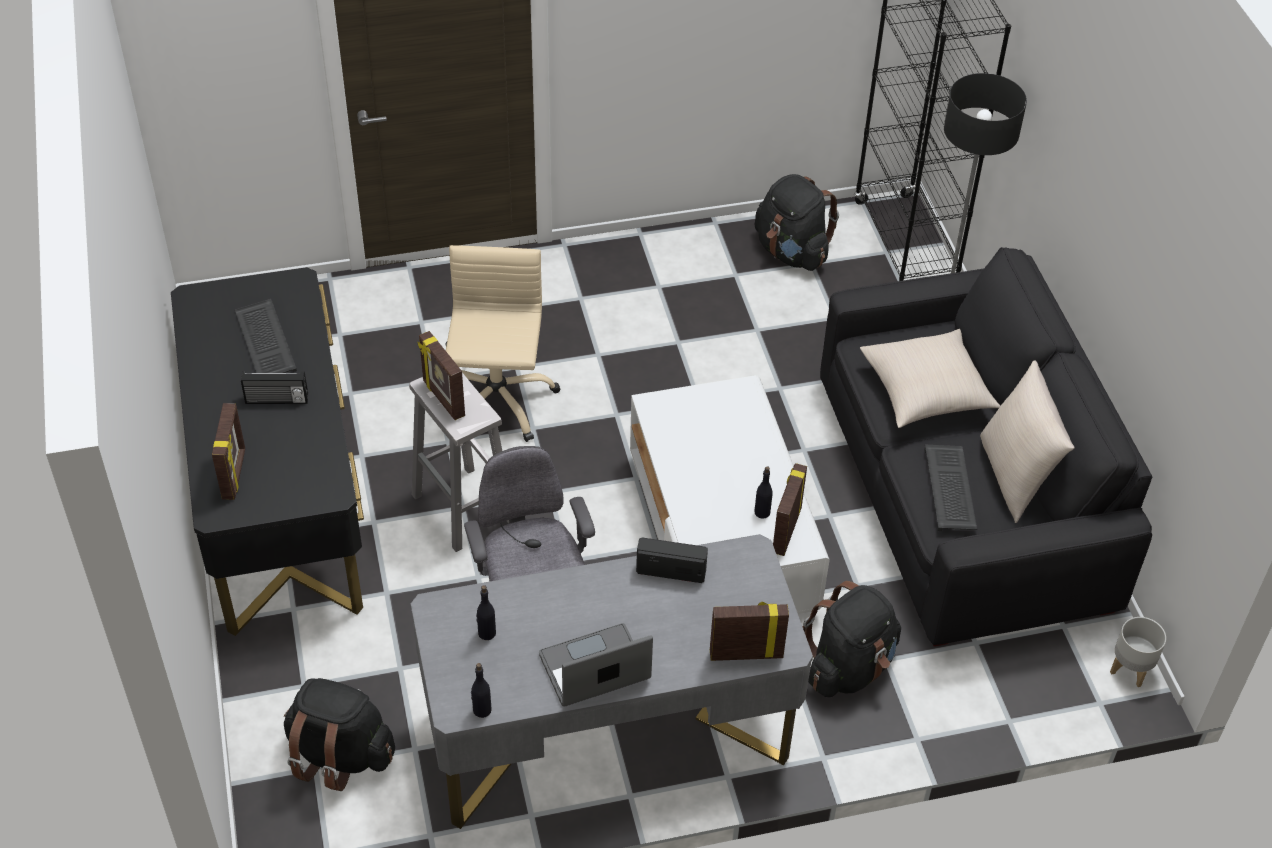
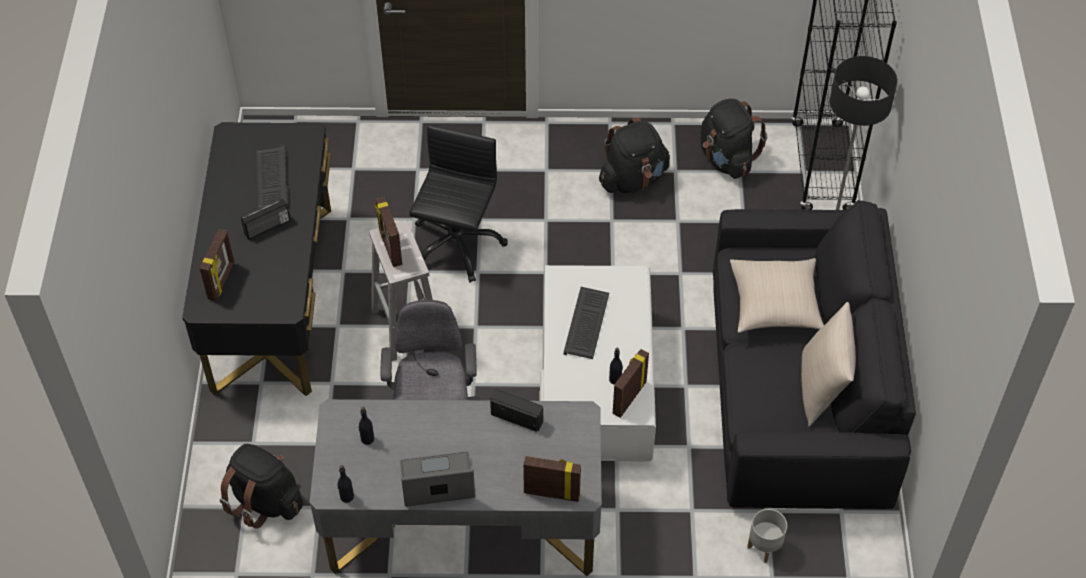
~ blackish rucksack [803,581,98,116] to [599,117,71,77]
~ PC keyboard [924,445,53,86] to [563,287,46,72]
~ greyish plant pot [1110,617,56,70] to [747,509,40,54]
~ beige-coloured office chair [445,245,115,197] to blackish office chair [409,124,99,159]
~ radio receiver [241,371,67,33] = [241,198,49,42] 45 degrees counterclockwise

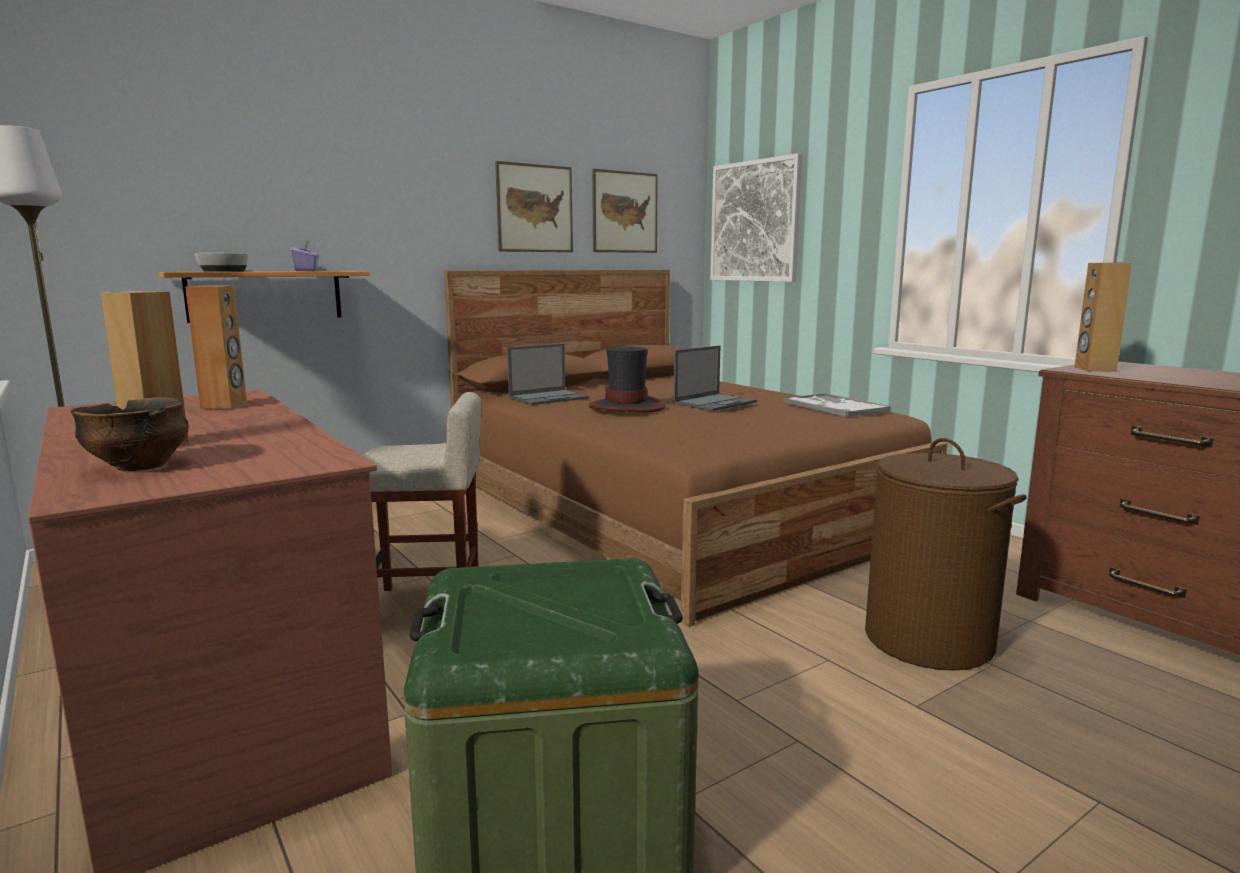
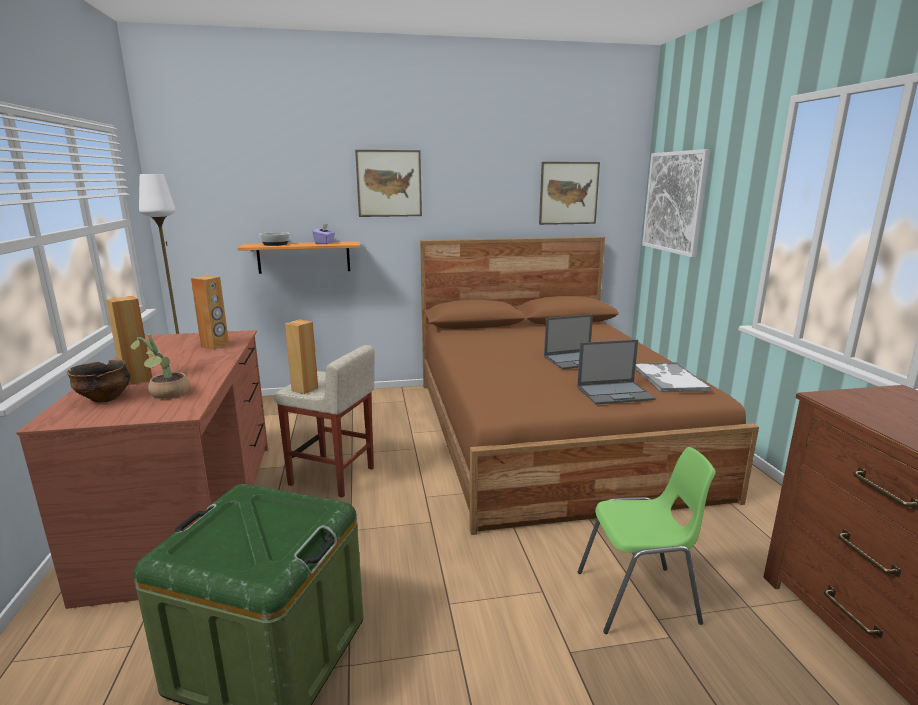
- clothing hat [589,346,76,66]
+ plant in a pot [131,334,59,65]
~ picture [495,161,78,91] to [355,150,67,67]
~ portable computer [507,344,82,61] to [577,339,79,65]
~ brown-coloured audio speaker [1074,263,58,109] to [285,320,33,74]
~ brown-coloured hamper [865,438,161,233] to green upright chair [578,447,138,187]

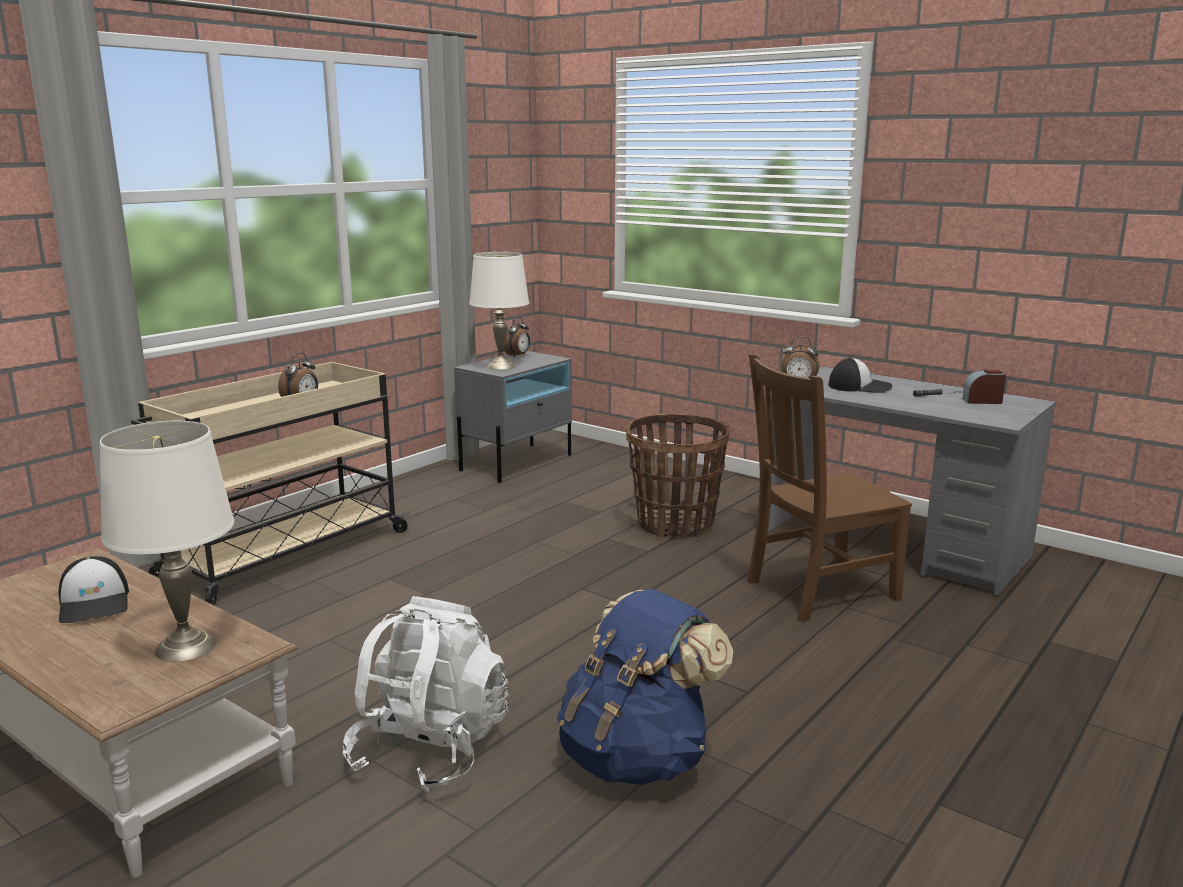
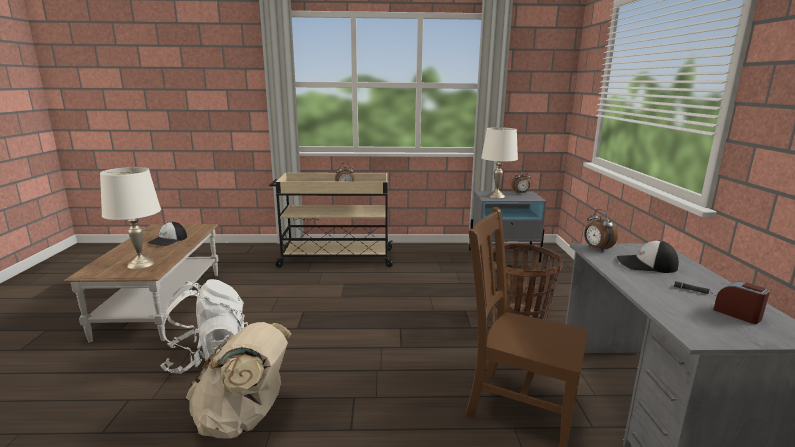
~ blue rucksack [557,589,176,196] to beige-coloured rucksack [186,322,105,117]
~ baseball cap [828,358,64,35] = [617,240,62,33] 135 degrees clockwise

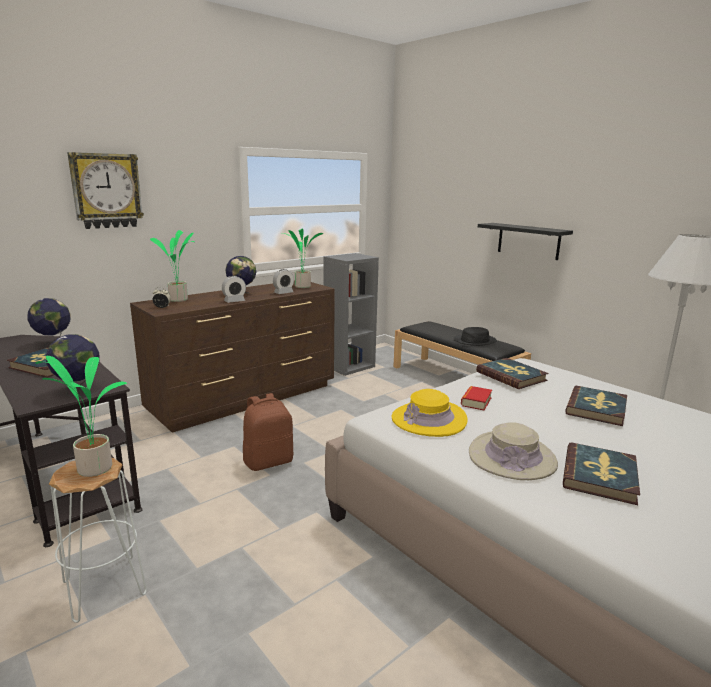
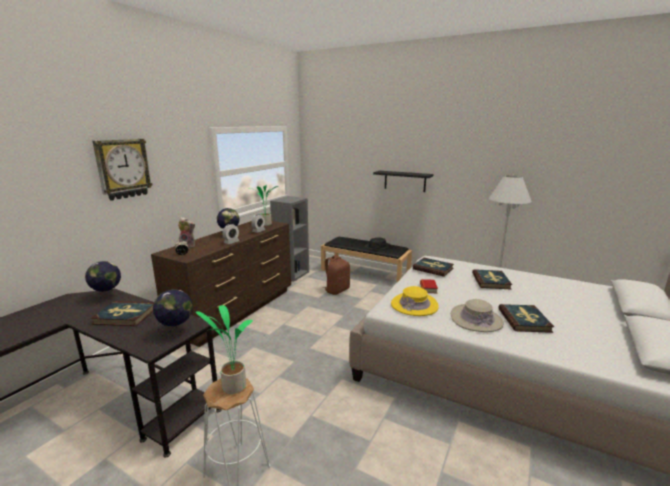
~ brown-coloured rucksack [243,393,50,78] to [322,255,28,40]
~ plant in a pot [150,230,45,72] to cuddly toy [178,217,17,32]

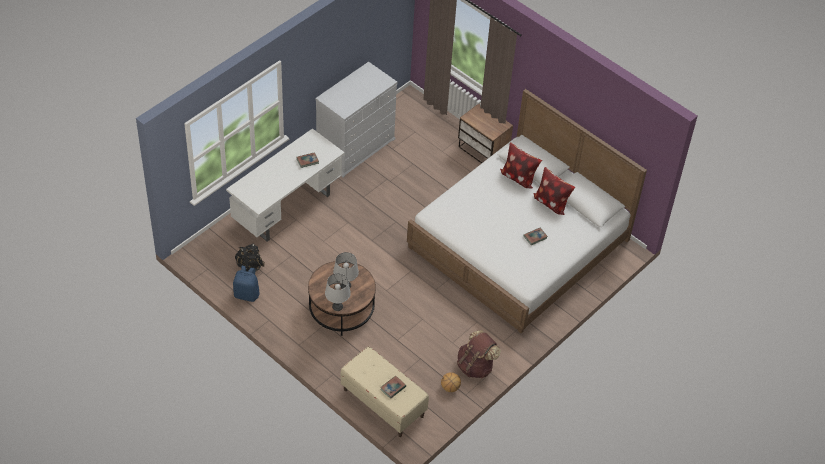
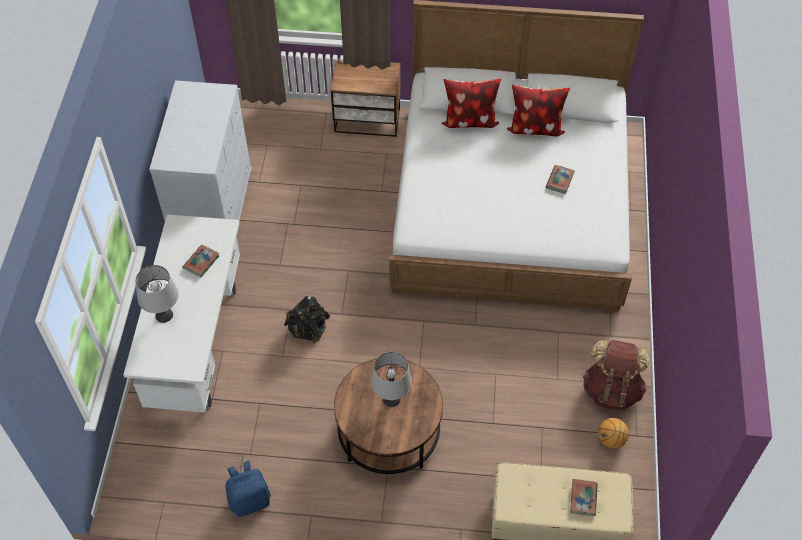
~ blackish rucksack [235,244,30,28] to [284,296,46,47]
~ greyish table lamp [325,273,26,38] to [135,265,44,58]

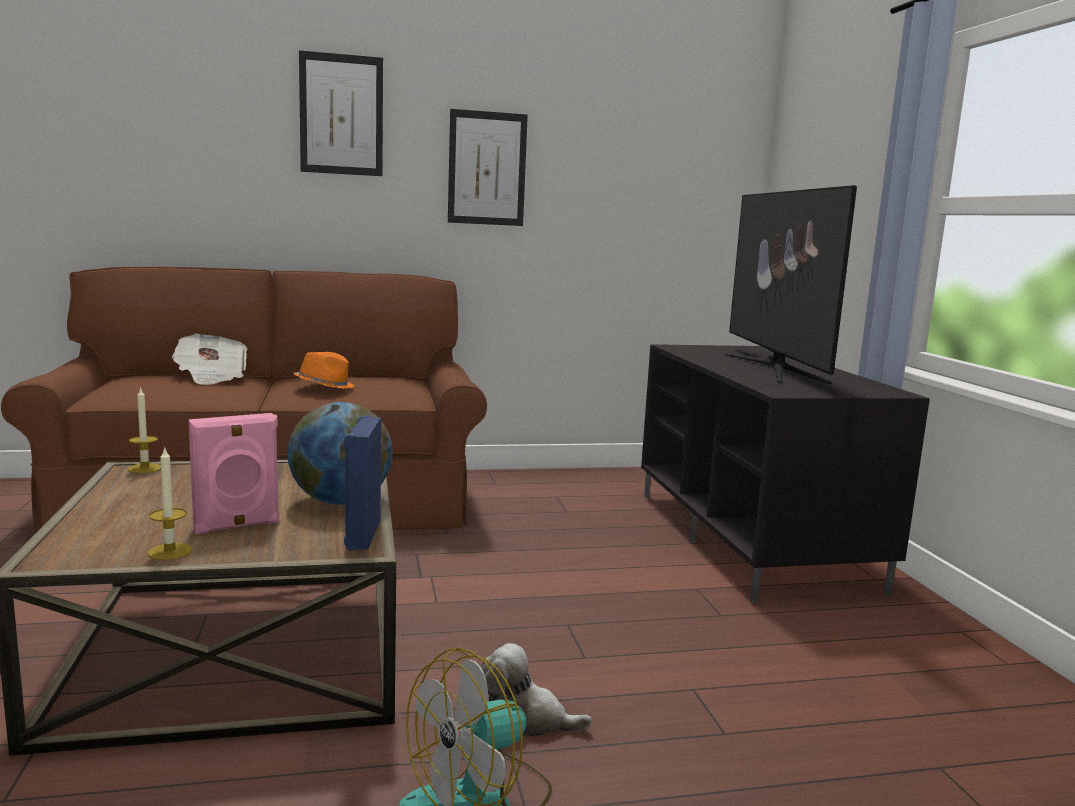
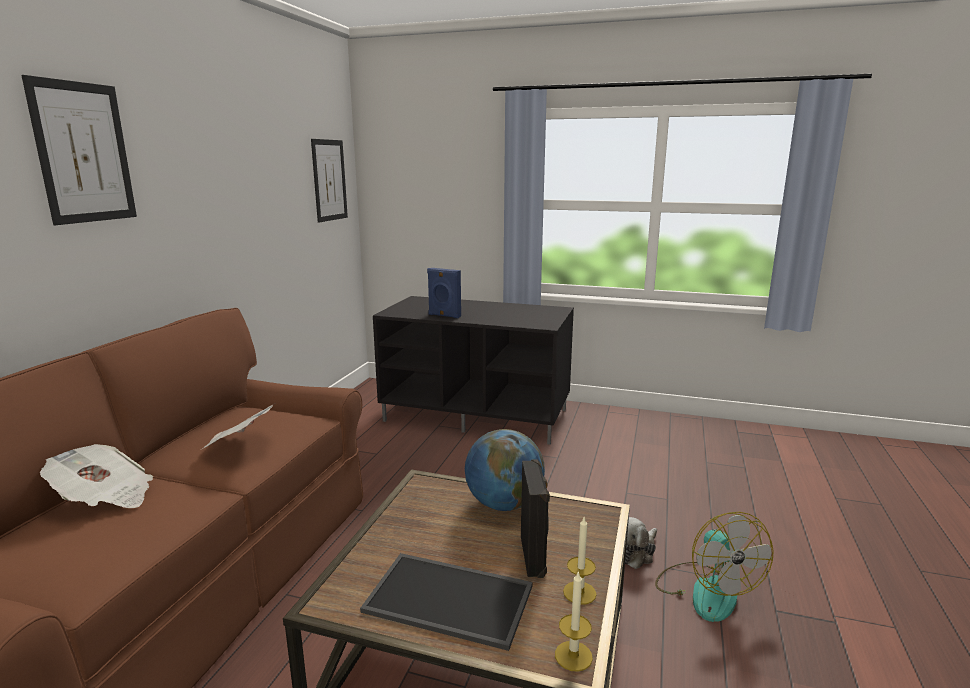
- TV set [725,185,132,199]
+ serving tray [360,553,173,98]
~ wax light [128,387,33,86] to [555,570,38,102]
~ blue audio speaker [344,415,37,135] to [427,268,34,50]
~ picture [448,109,80,117] to [311,139,37,84]
~ orange clothing hat [294,352,61,37] to daily paper [202,405,71,44]
~ pink audio speaker [188,413,92,122] to blackish audio speaker [521,459,29,119]

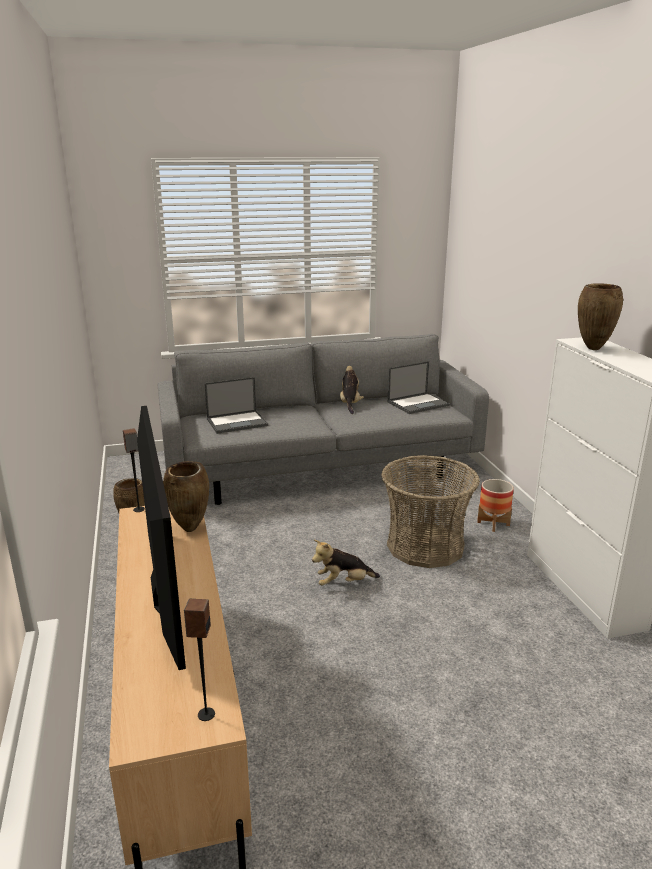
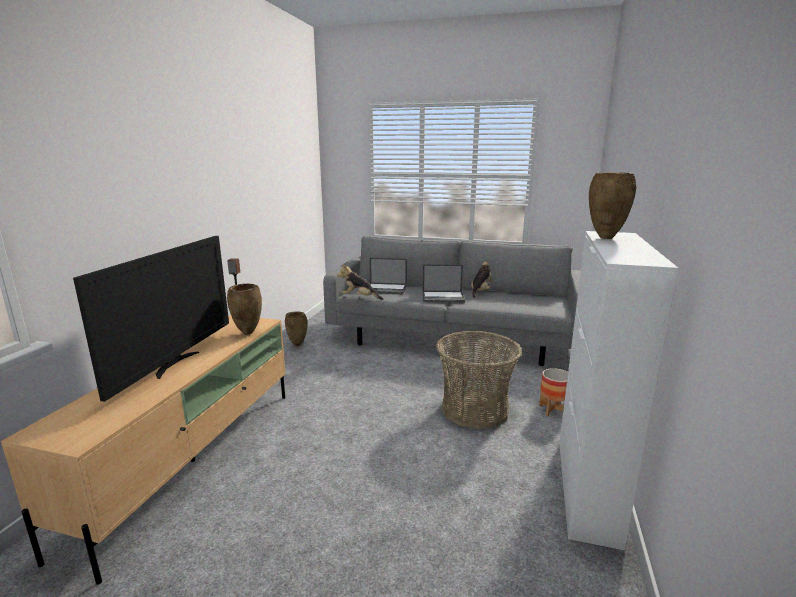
- audio speaker [184,599,31,122]
~ cuddly toy [312,540,68,46] to [337,264,46,36]
~ portable computer [388,361,62,53] to [422,264,43,39]

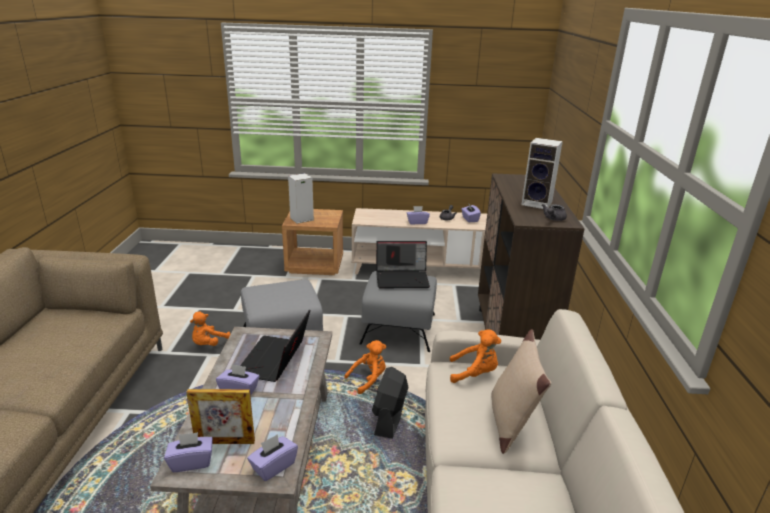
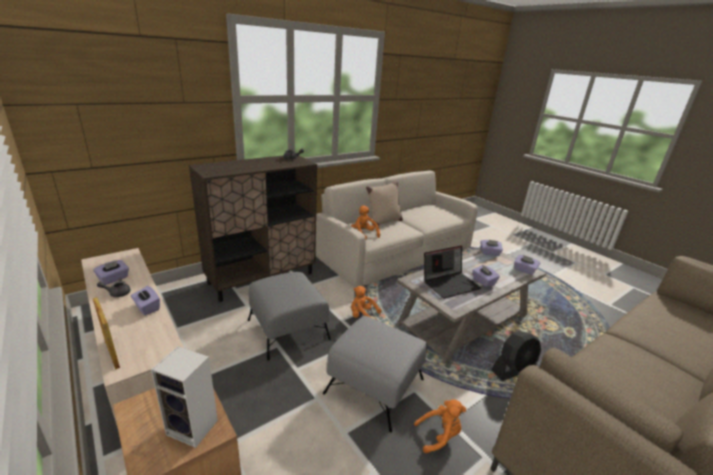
- portable computer [376,241,54,47]
- audio speaker [521,138,42,71]
~ picture frame [186,389,69,55] to [93,297,27,73]
~ blackish fan [372,367,36,72] to [491,331,50,50]

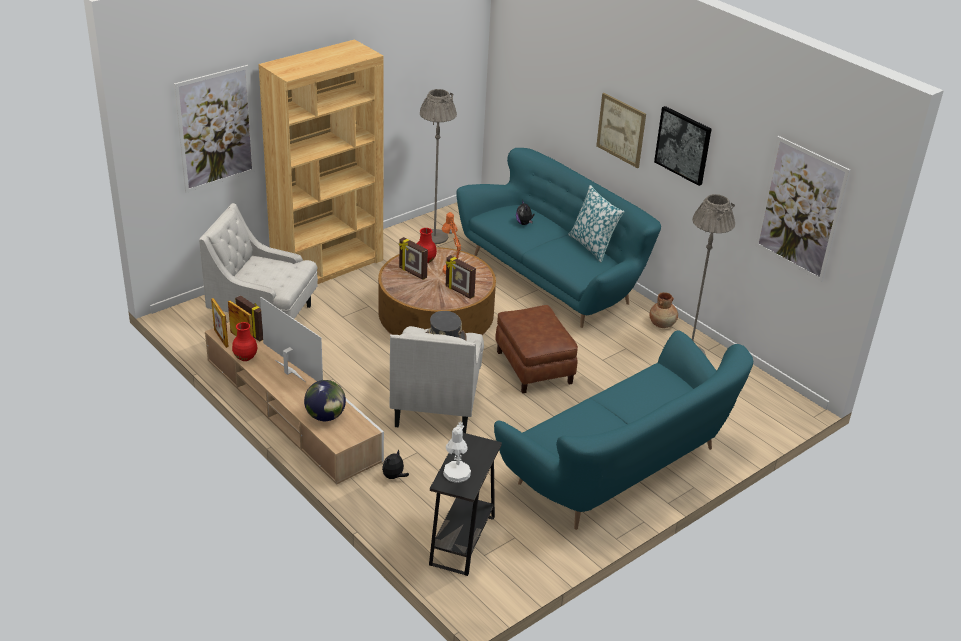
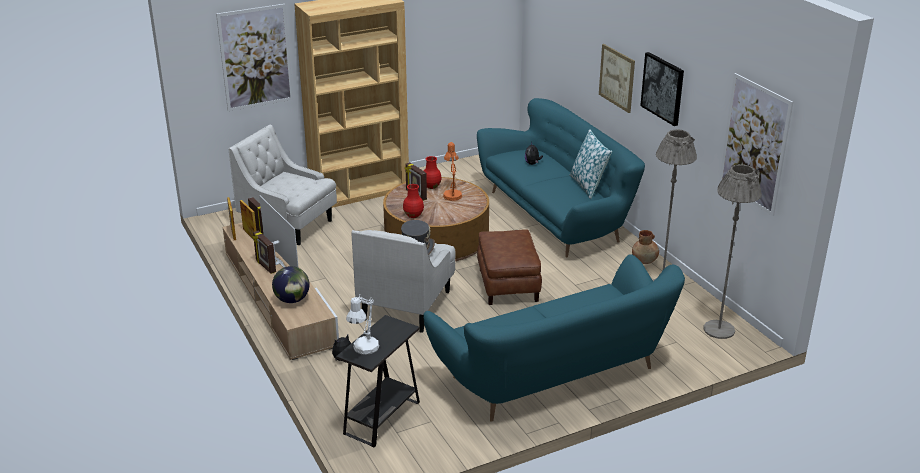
~ red-coloured flower vase [232,322,25,39] to [403,184,21,34]
~ greyish standard lamp [420,89,37,155] to [703,164,59,175]
~ picture frame [446,255,30,44] to [252,231,24,43]

